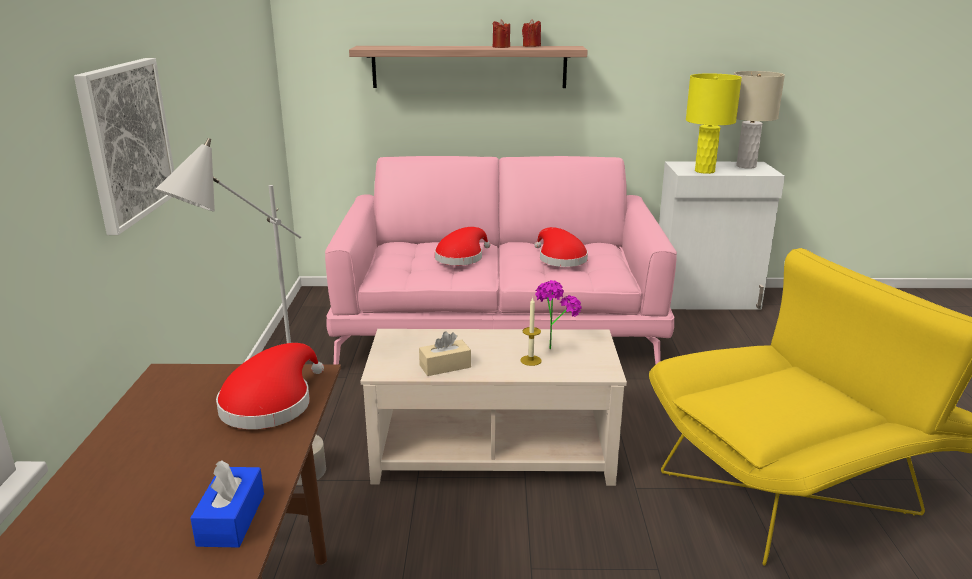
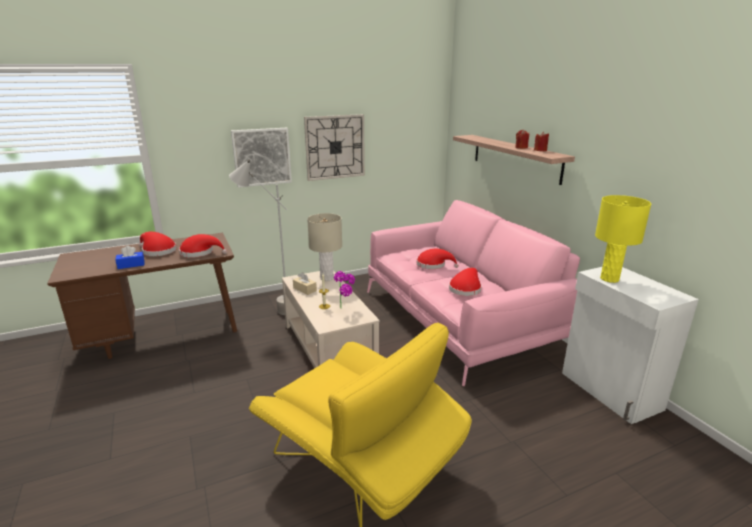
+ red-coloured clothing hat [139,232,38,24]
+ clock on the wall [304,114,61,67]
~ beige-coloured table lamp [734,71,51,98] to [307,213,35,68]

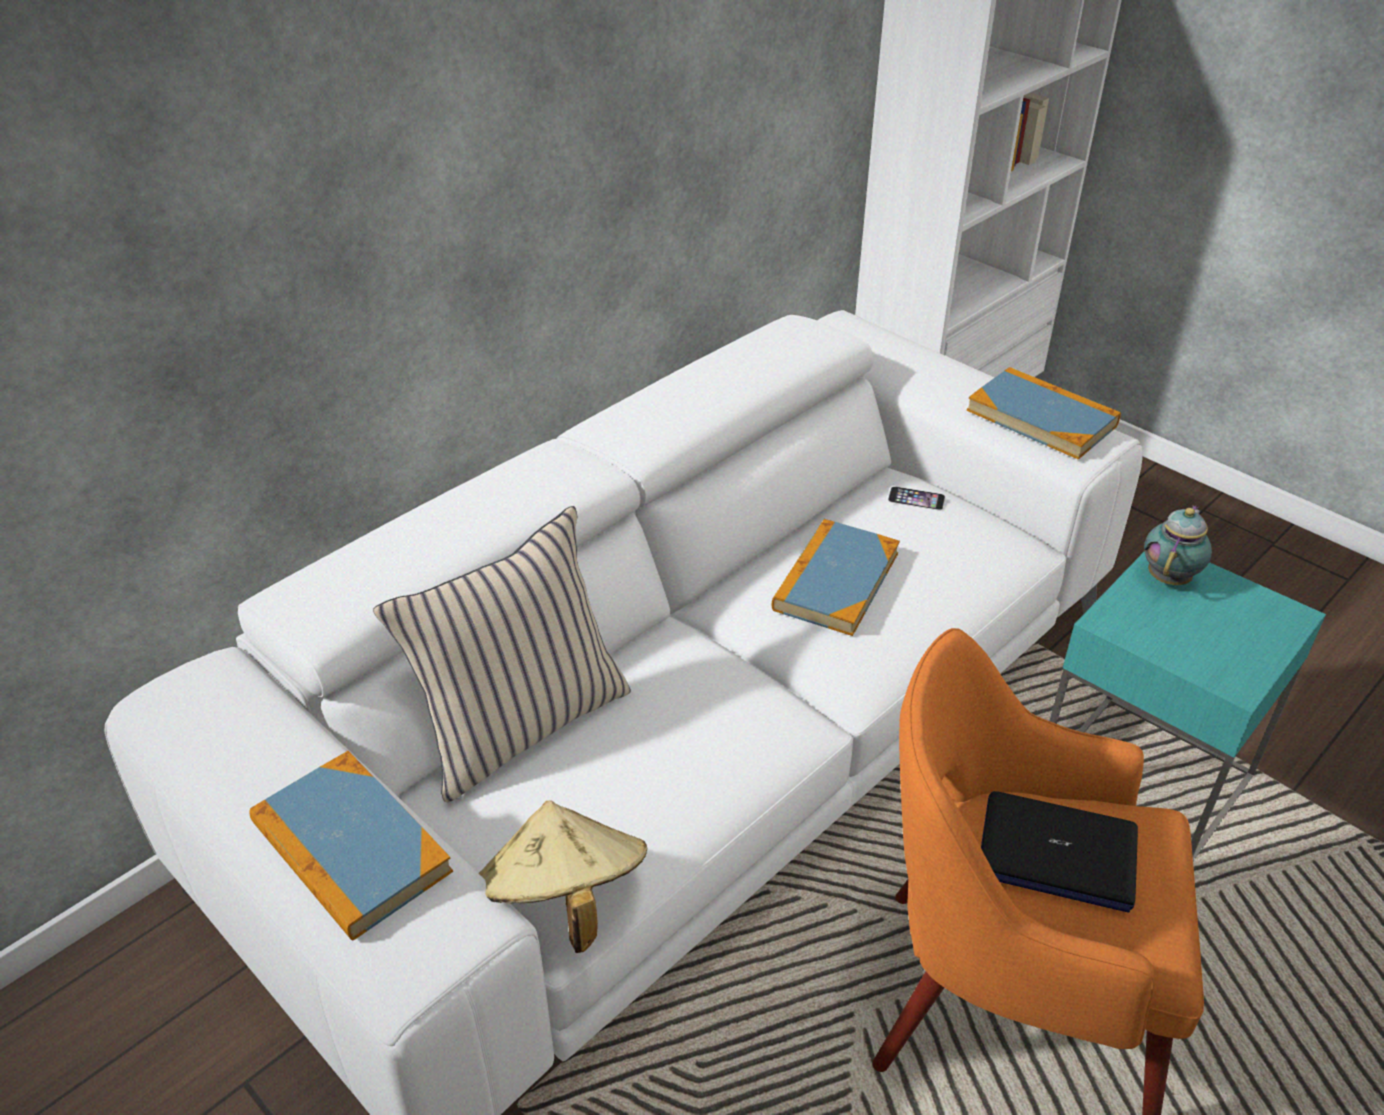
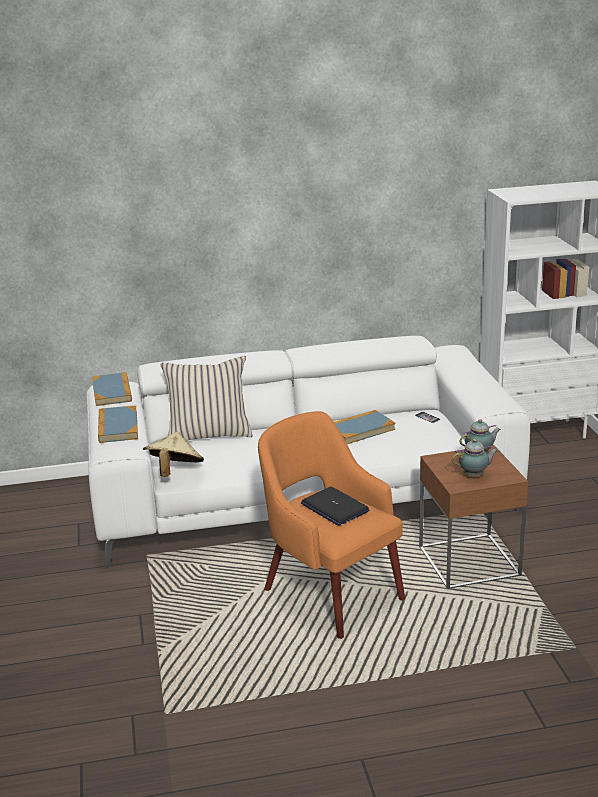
+ tea pot [452,439,46,38]
~ bound book [967,367,154,93] to [92,372,40,34]
~ turquoise-coloured end table [1049,552,277,309] to brown-coloured end table [419,445,109,144]

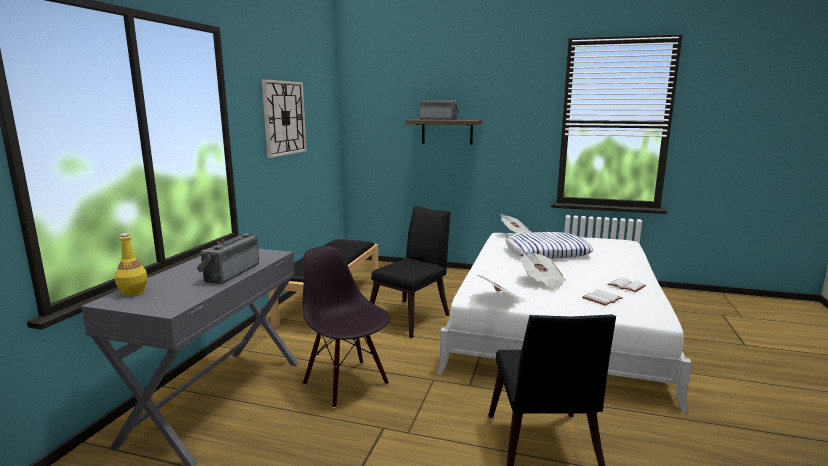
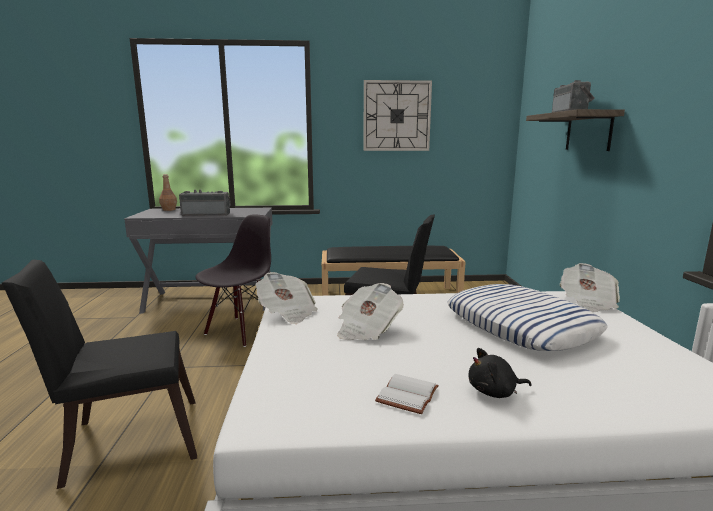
- white-coloured bound book [582,289,40,17]
+ blackish cuddly toy [468,348,64,50]
~ yellow beverage bottle [115,233,33,63] to brown-coloured beverage bottle [159,174,18,37]

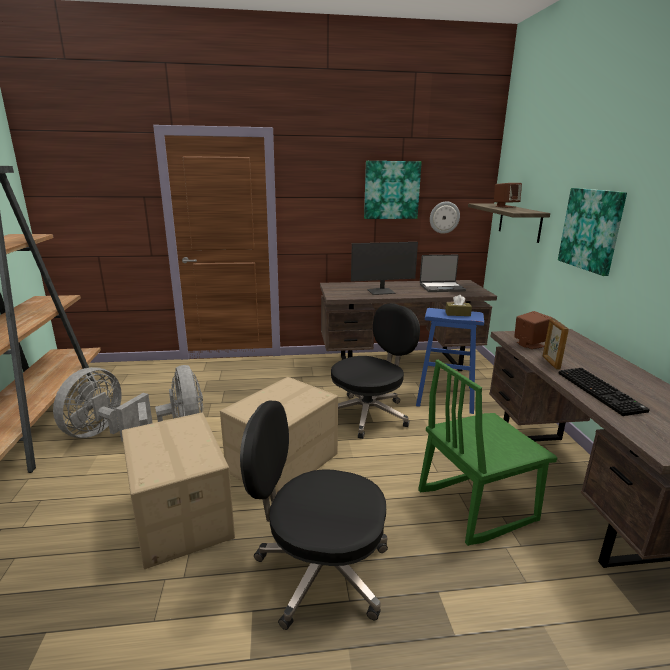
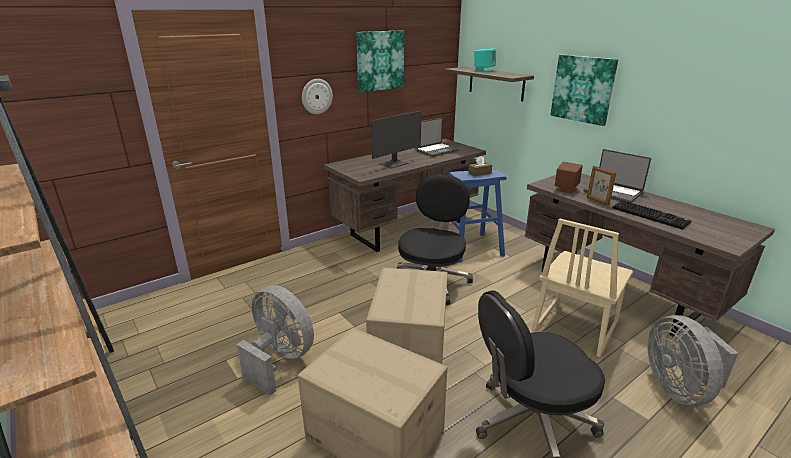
+ portable computer [584,149,67,54]
~ greyish fan [53,367,100,75] to [647,315,91,91]
~ clock on the wall [430,201,30,33] to [302,79,31,35]
~ green upright chair [418,360,139,186] to beige-coloured upright chair [532,219,101,138]
~ brown-coloured audio speaker [494,183,28,25] to turquoise-coloured audio speaker [474,48,22,24]

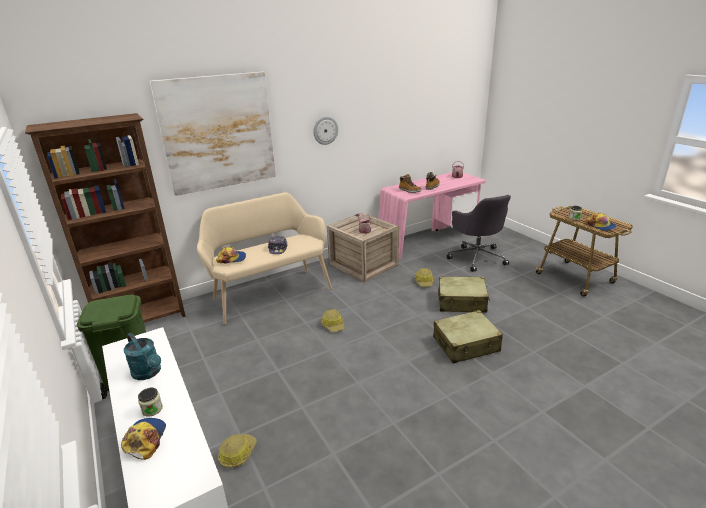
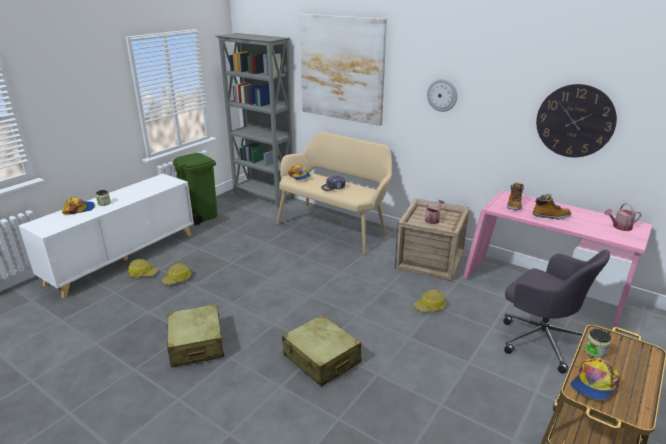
- turquoise-coloured watering pot [124,333,37,47]
+ clock on the wall [536,84,81,73]
~ hard hat [321,309,24,23] to [162,263,30,22]
~ beige-coloured piece of luggage [438,276,52,37] to [167,304,57,64]
~ brown-coloured bookshelf [25,113,161,210] to greyish bookshelf [215,33,79,174]
~ greyish office chair [447,195,64,77] = [503,250,107,124] 90 degrees counterclockwise

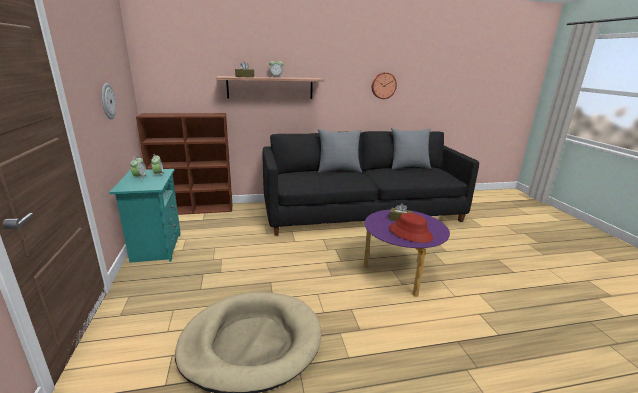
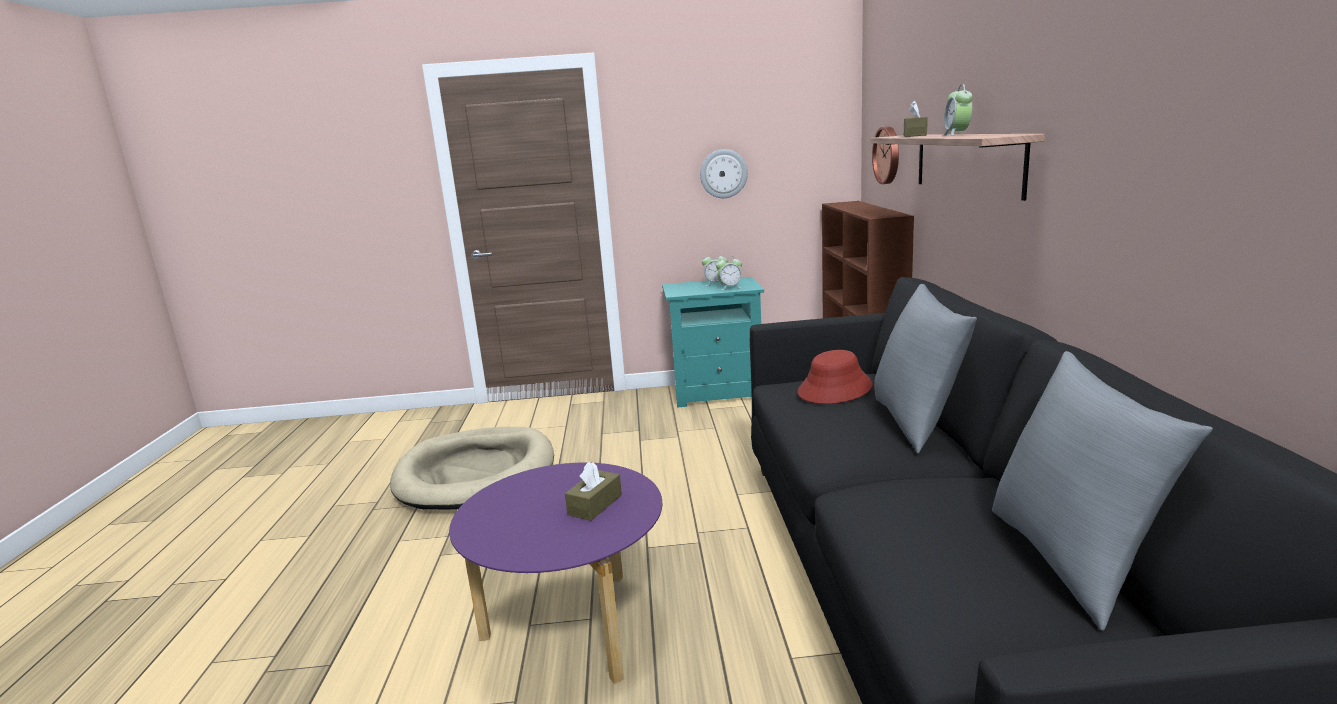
~ clock on the wall [372,72,25,27] to [872,126,27,58]
~ red-coloured clothing hat [389,213,44,30] to [798,350,75,54]

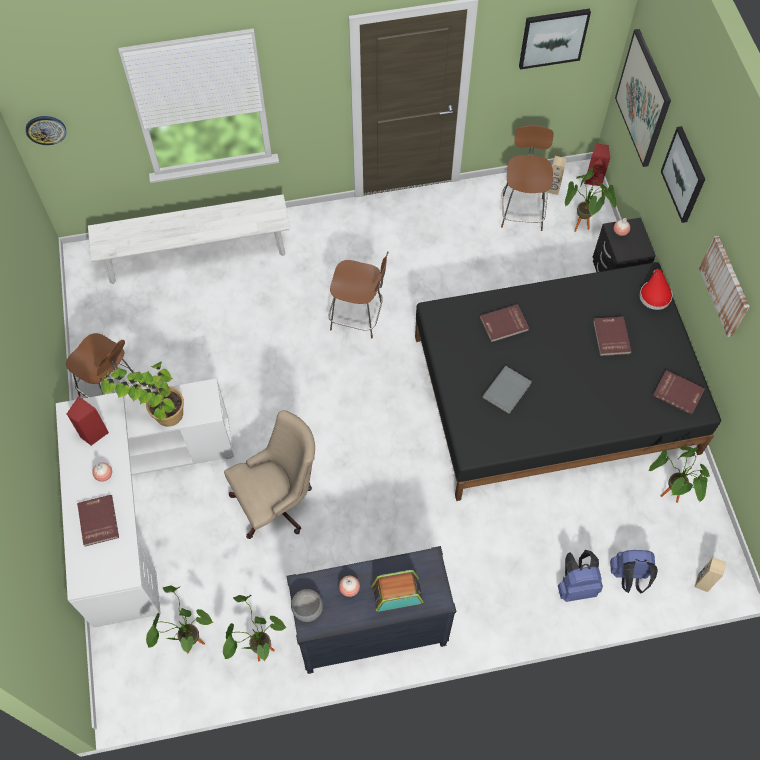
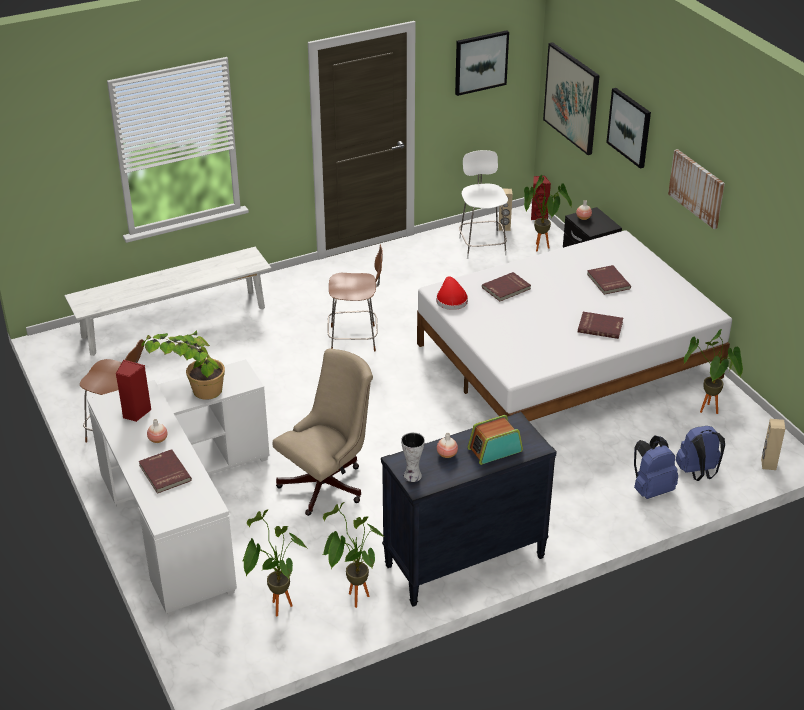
- clock on the wall [26,116,40,29]
- greyish bound book [482,366,50,48]
~ red-coloured clothing hat [639,269,34,41] to [436,276,32,34]
~ red-coloured bound book [653,370,52,45] to [578,312,45,27]
~ greyish bowl [291,589,32,33] to flower vase [401,432,24,50]
~ blackish bed [415,262,306,239] to white-coloured bed [417,230,315,191]
~ brown-coloured upright chair [501,126,53,105] to white-coloured upright chair [459,150,49,109]

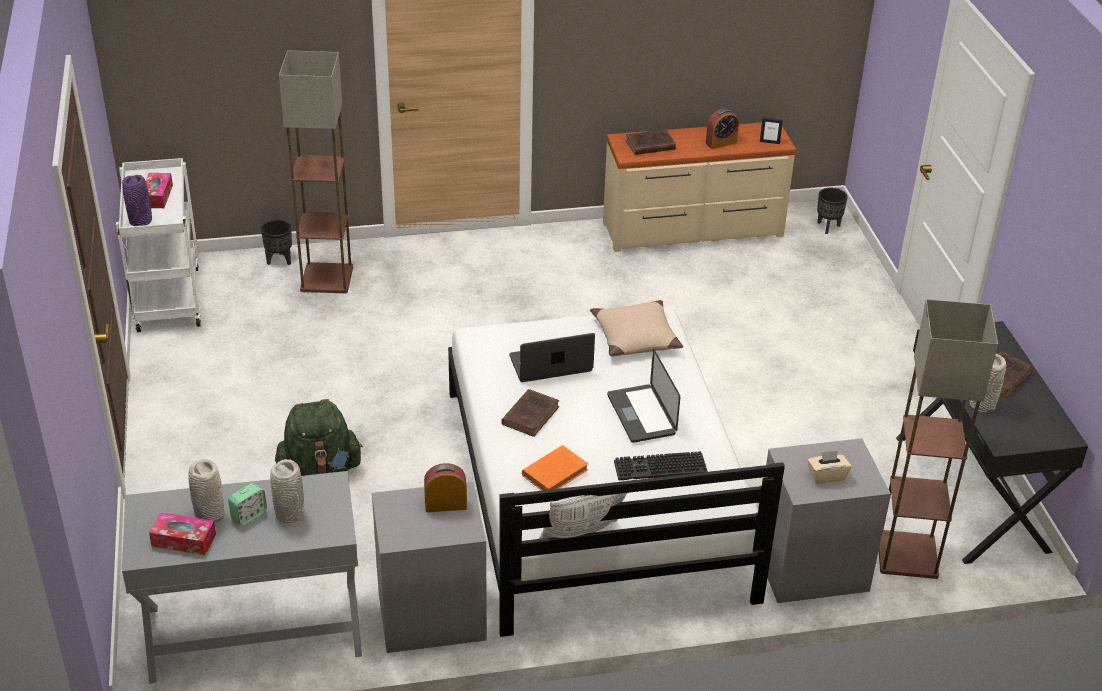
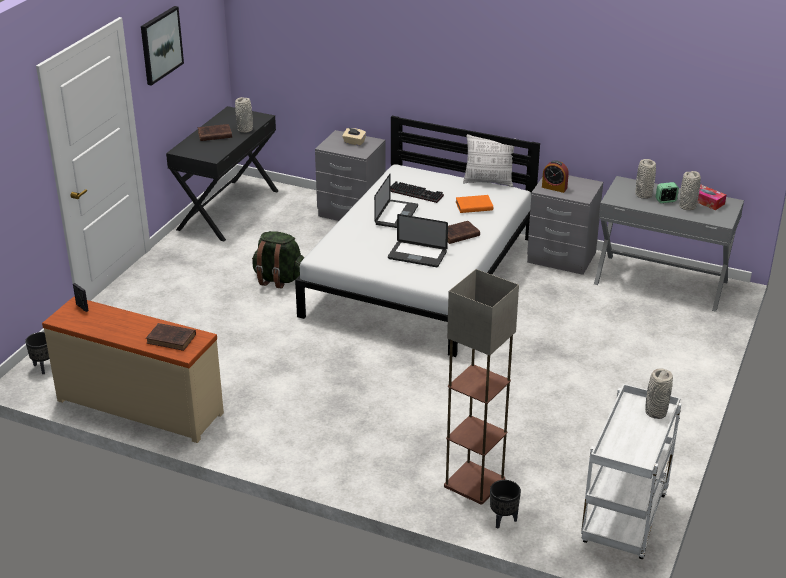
- tissue holder [146,173,27,35]
- beige-coloured throw pillow [590,300,93,56]
- bedside clock [705,108,34,41]
- standard lamp [879,299,119,280]
+ picture [141,6,43,80]
~ green rucksack [275,399,88,77] to [252,231,52,58]
~ purple flower vase [122,175,30,51] to greyish flower vase [645,368,28,51]

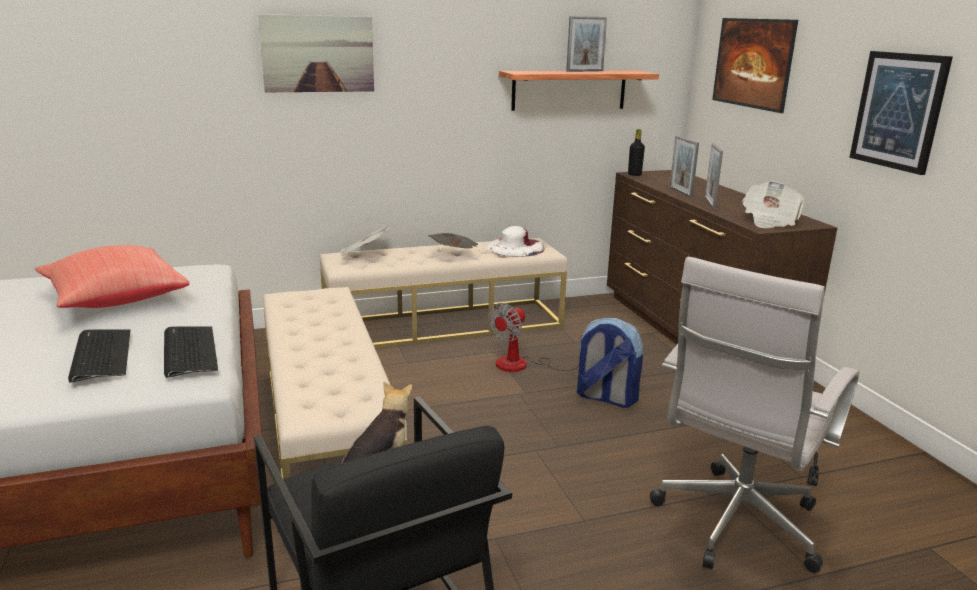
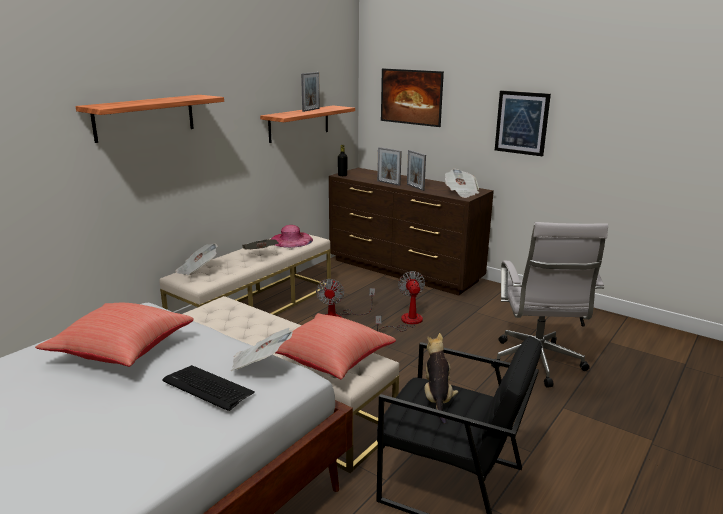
+ red-coloured throw pillow [275,313,121,66]
~ PC keyboard [164,326,54,52] to daily paper [231,328,62,43]
~ picture [258,14,116,78] to wall shelf [75,95,149,48]
~ rucksack [577,318,66,90] to fan [375,271,50,61]
~ white-coloured clothing hat [486,226,58,31] to pink clothing hat [270,225,43,23]

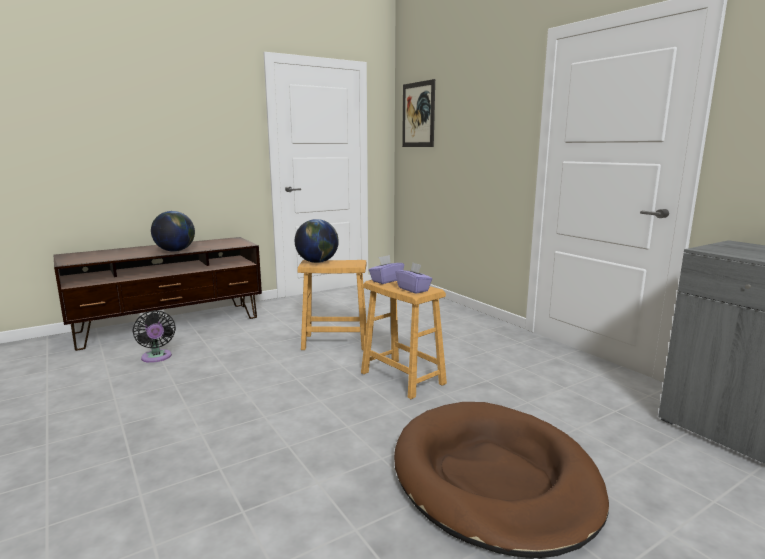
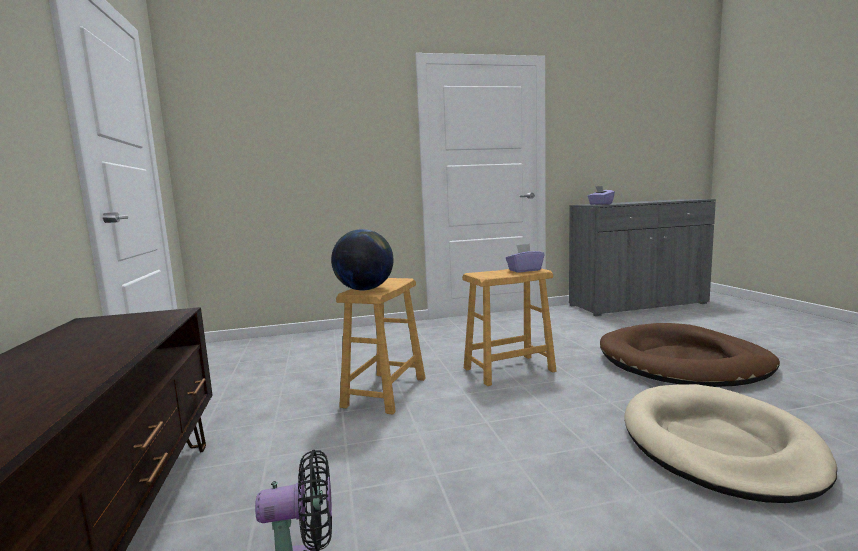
- desk globe [151,211,44,41]
- picture [402,79,33,68]
+ beige-coloured dog bed [624,384,213,119]
~ purple tissue holder [369,255,35,29] to [588,186,27,19]

